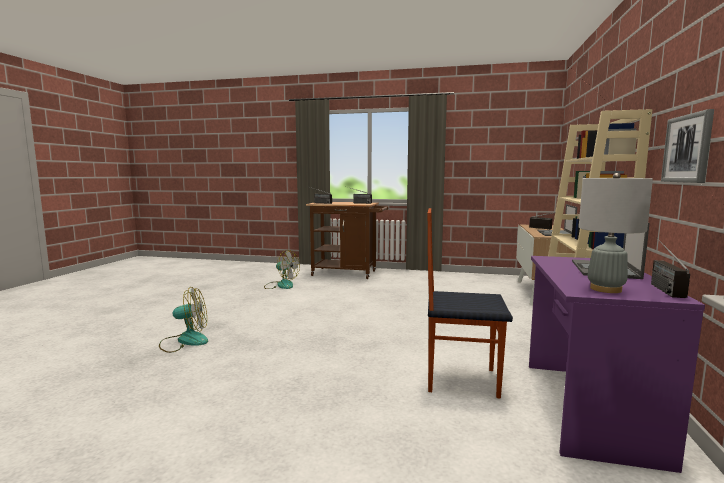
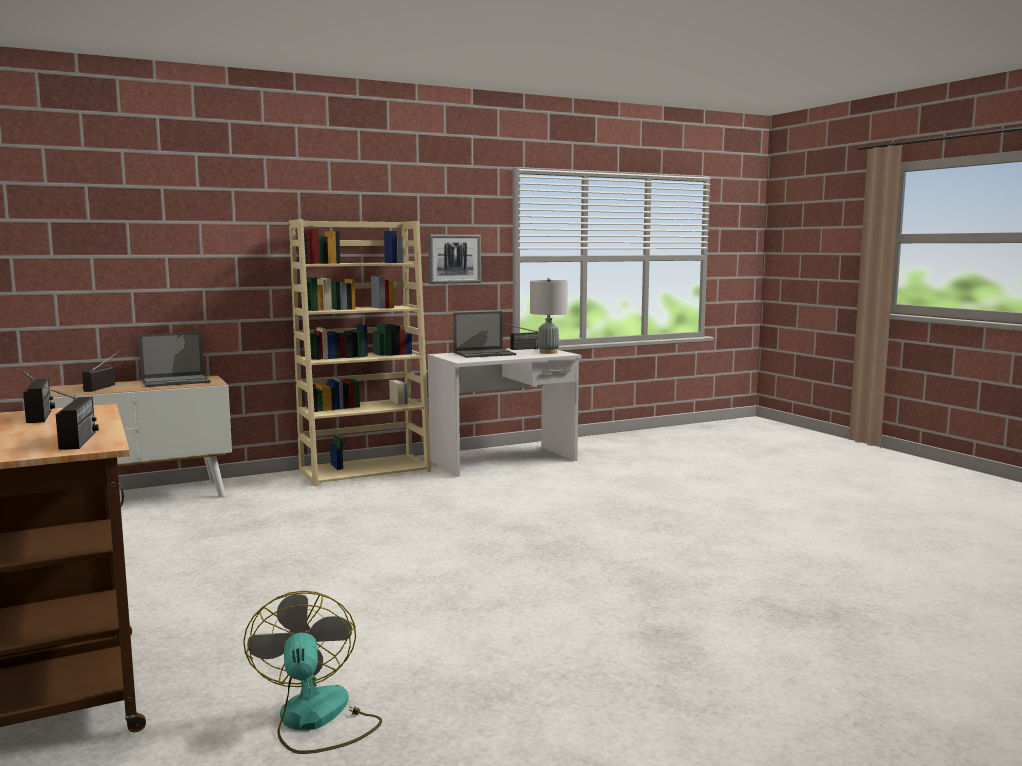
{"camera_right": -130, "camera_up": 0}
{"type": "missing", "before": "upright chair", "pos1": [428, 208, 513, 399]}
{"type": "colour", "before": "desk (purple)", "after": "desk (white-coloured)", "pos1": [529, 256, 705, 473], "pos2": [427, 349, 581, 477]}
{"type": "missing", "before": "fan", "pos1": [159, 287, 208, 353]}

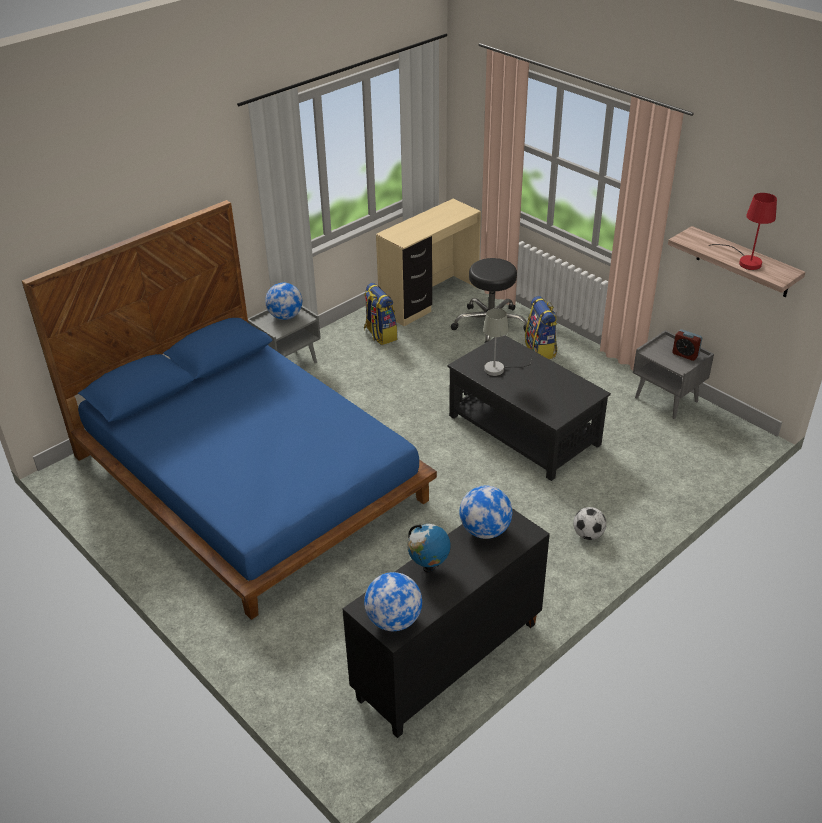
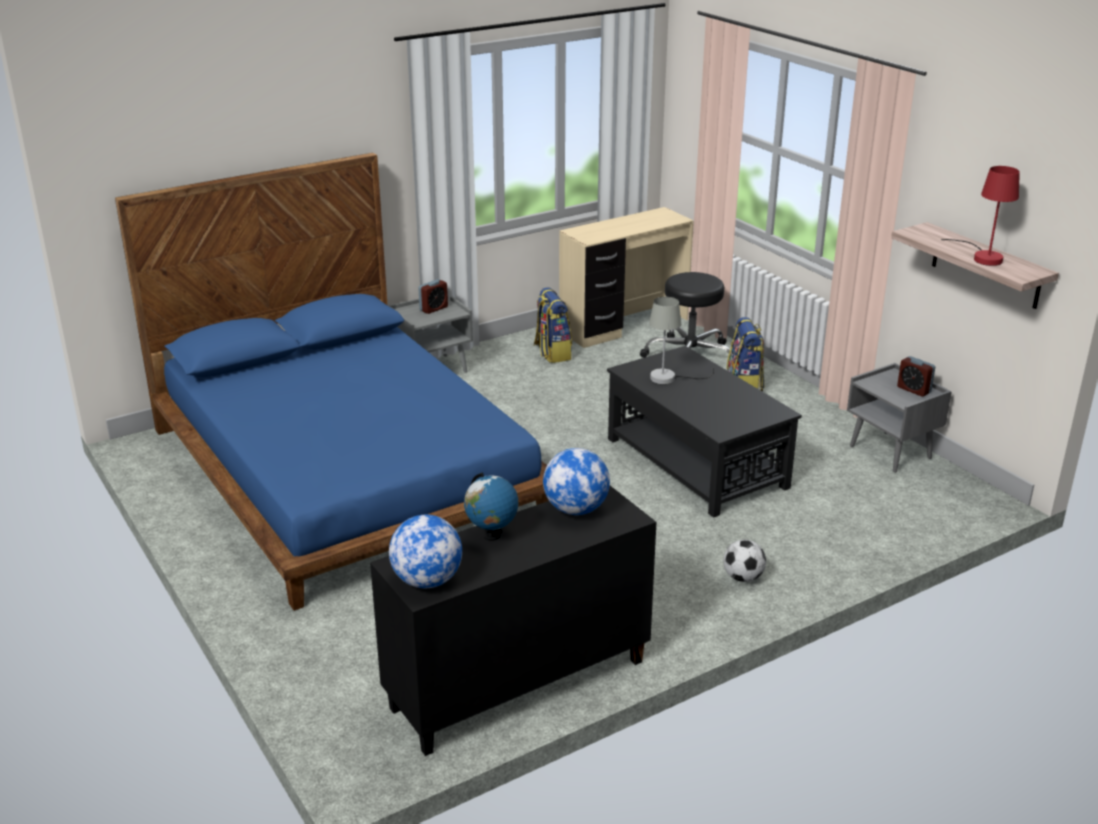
{"camera_right": 10, "camera_up": -10}
{"type": "exchanged", "before": "desk globe", "after": "table clock", "pos1": [265, 283, 302, 320], "pos2": [418, 279, 448, 314]}

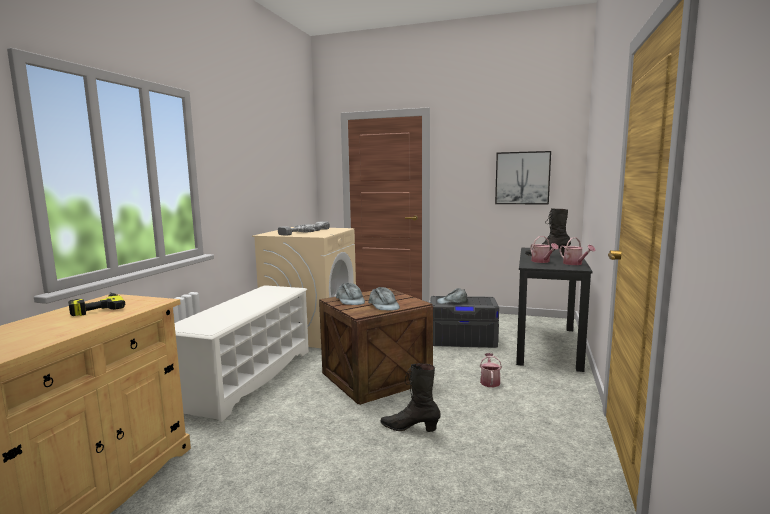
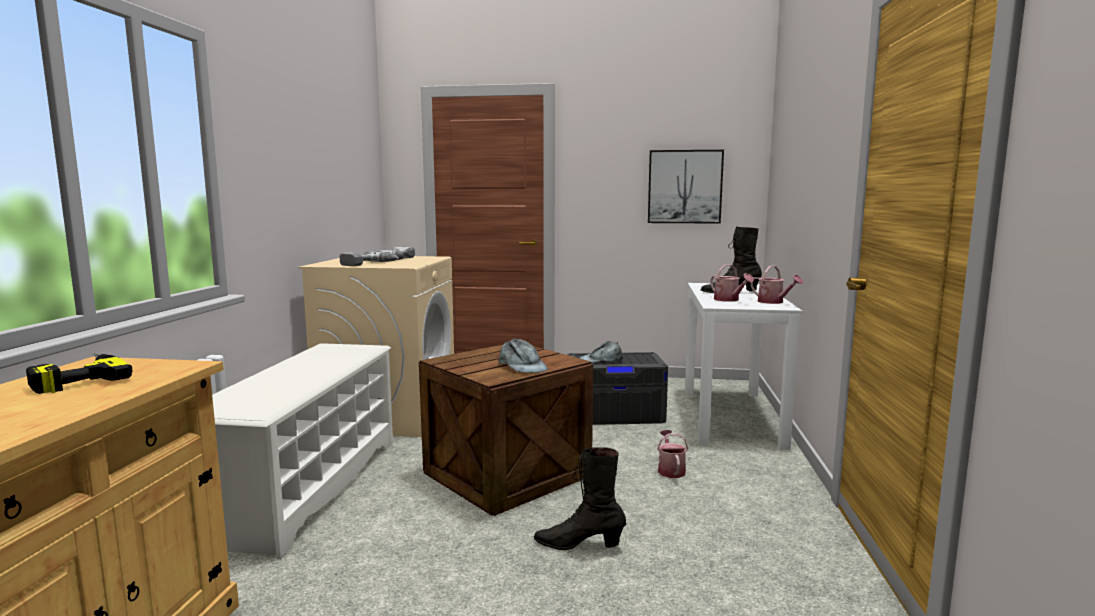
{"camera_right": -10, "camera_up": 0}
{"type": "colour", "before": "desk (black-coloured)", "after": "desk (white-coloured)", "pos1": [516, 248, 593, 372], "pos2": [685, 283, 802, 450]}
{"type": "missing", "before": "peaked cap (grey)", "pos1": [336, 283, 365, 305]}

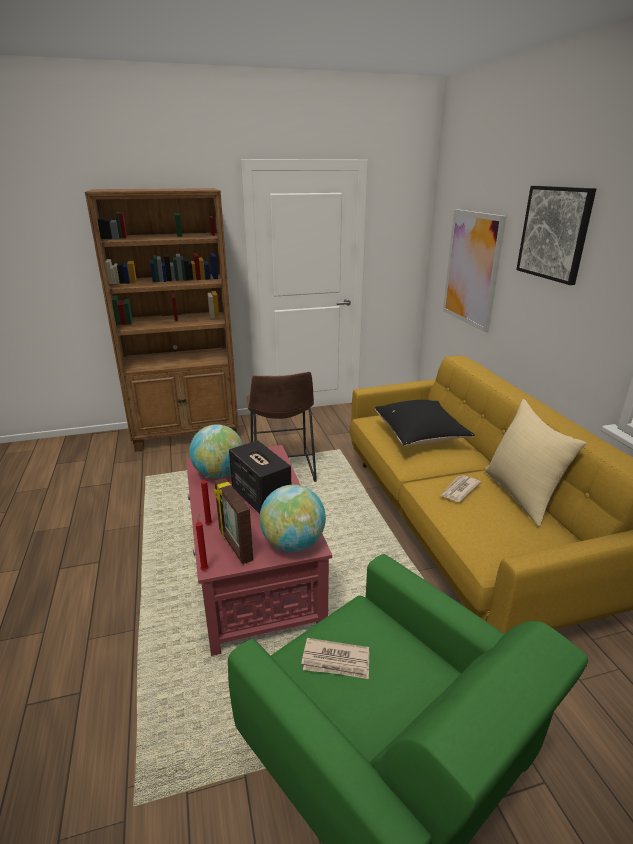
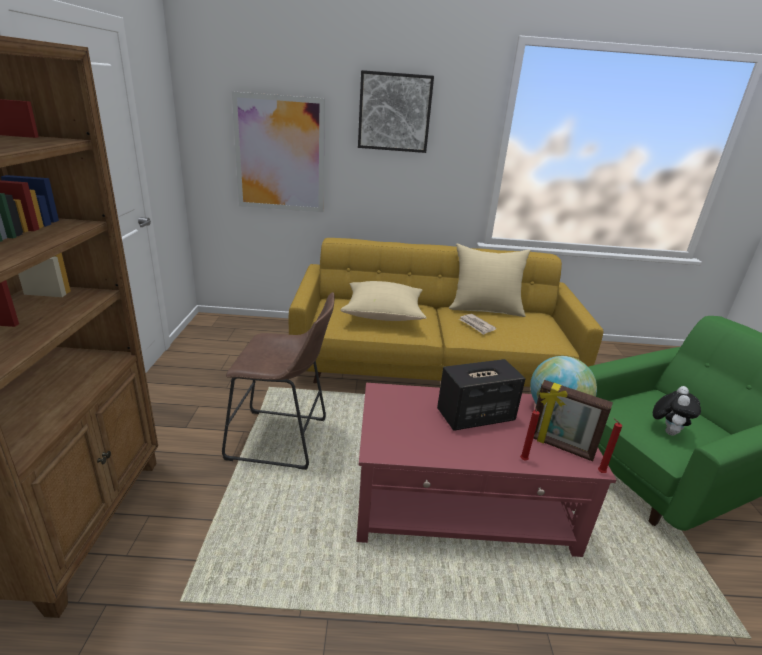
{"camera_right": -75, "camera_up": 0}
{"type": "colour", "before": "pillow (black-coloured)", "after": "pillow (beige-coloured)", "pos1": [375, 400, 475, 446], "pos2": [340, 281, 427, 321]}
{"type": "missing", "before": "desk globe", "pos1": [189, 424, 243, 478]}
{"type": "spun", "before": "photo frame", "pos1": [213, 478, 253, 564], "pos2": [533, 380, 613, 462], "turn": 45}
{"type": "exchanged", "before": "daily paper", "after": "plush toy", "pos1": [301, 638, 370, 679], "pos2": [653, 386, 701, 436]}

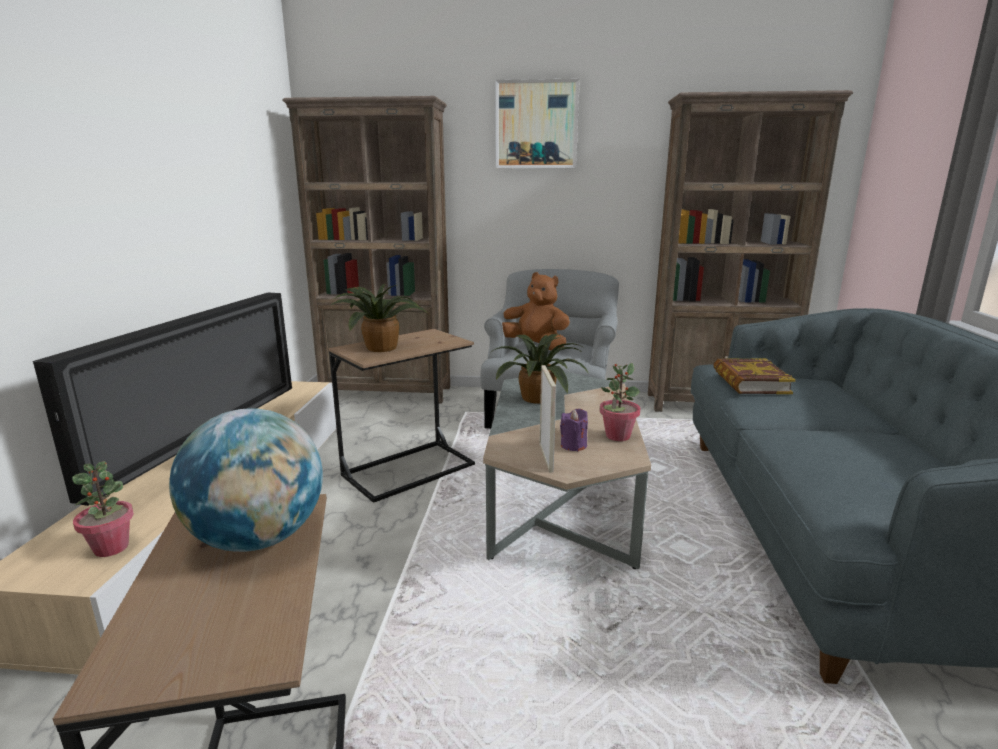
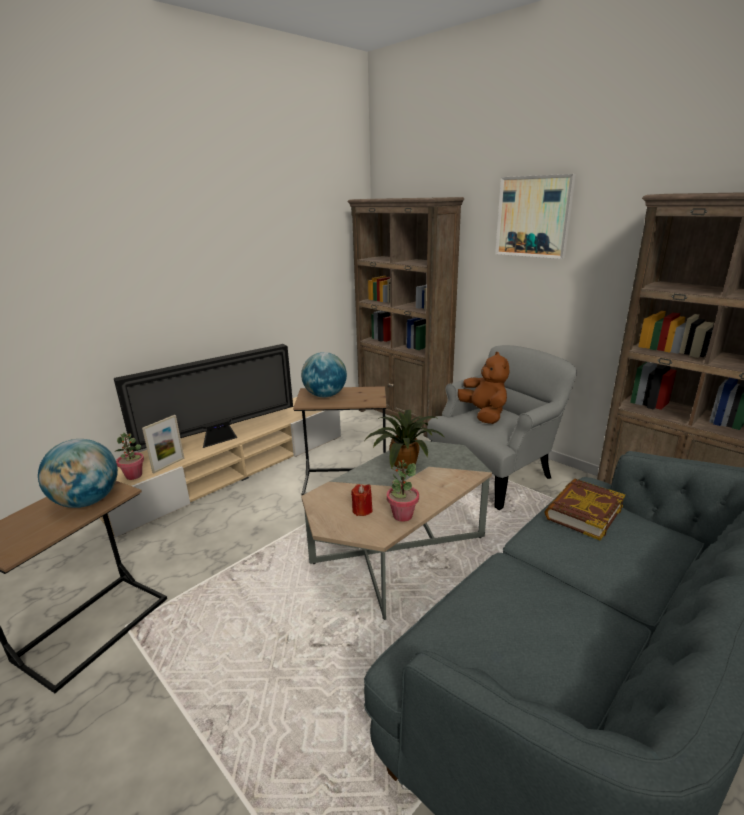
{"camera_right": 40, "camera_up": 5}
{"type": "exchanged", "before": "plant in a pot", "after": "desk globe", "pos1": [329, 284, 427, 352], "pos2": [301, 352, 347, 398]}
{"type": "relocated", "before": "photo frame", "pos1": [539, 365, 556, 473], "pos2": [142, 415, 184, 473]}
{"type": "colour", "before": "wax candle (purple)", "after": "wax candle (red-coloured)", "pos1": [560, 409, 588, 451], "pos2": [351, 484, 372, 516]}

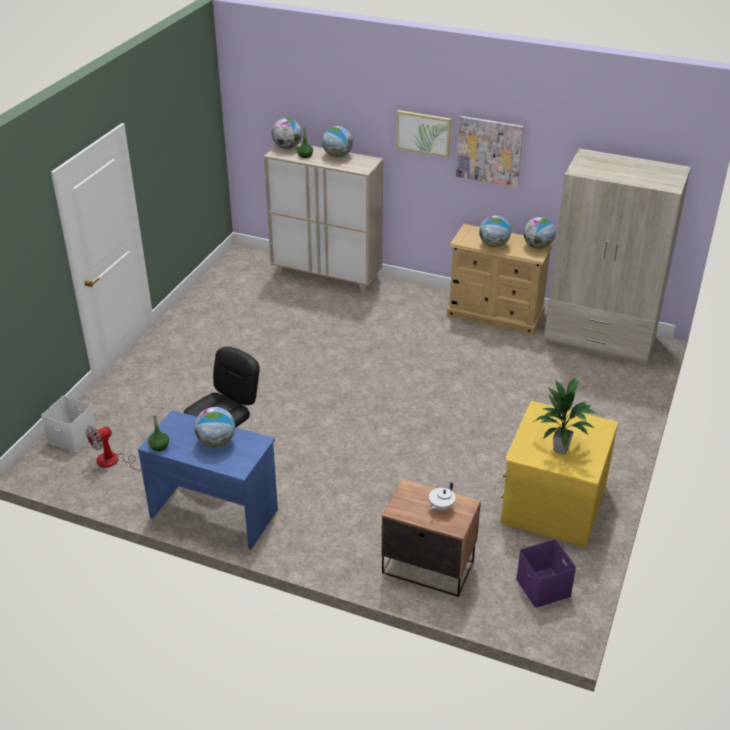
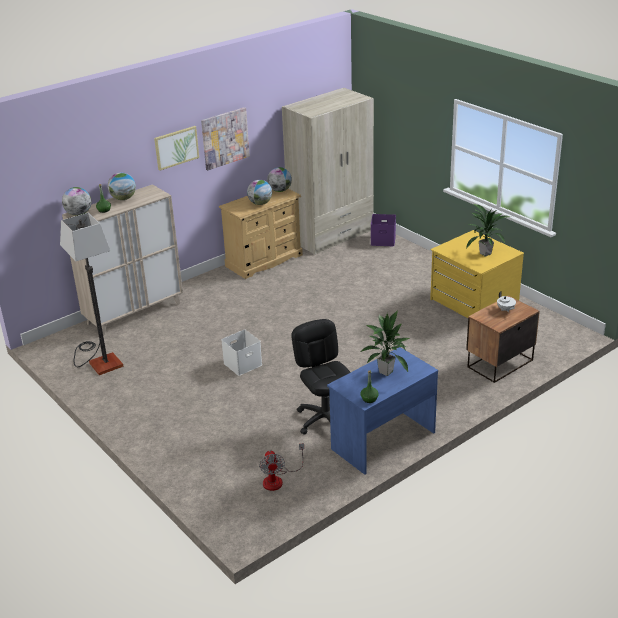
{"camera_right": -60, "camera_up": -5}
{"type": "relocated", "before": "storage box (white-coloured)", "pos1": [41, 396, 96, 452], "pos2": [221, 329, 262, 376]}
{"type": "exchanged", "before": "desk globe", "after": "plant in a pot", "pos1": [194, 407, 235, 447], "pos2": [360, 310, 410, 376]}
{"type": "relocated", "before": "storage box (purple)", "pos1": [516, 539, 576, 608], "pos2": [371, 214, 396, 246]}
{"type": "appeared", "after": "standing lamp", "pos2": [60, 213, 123, 375]}

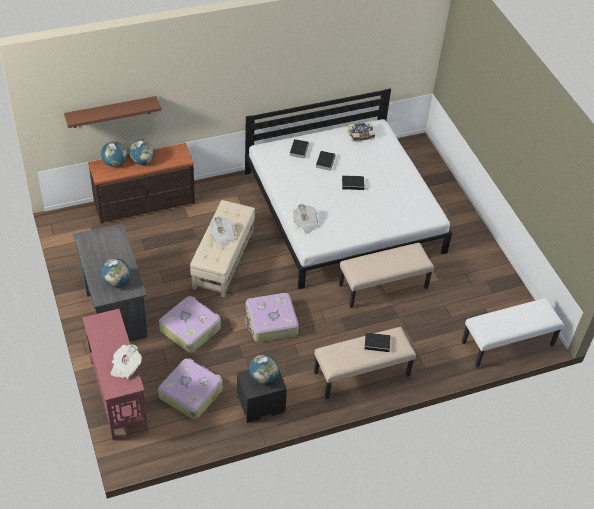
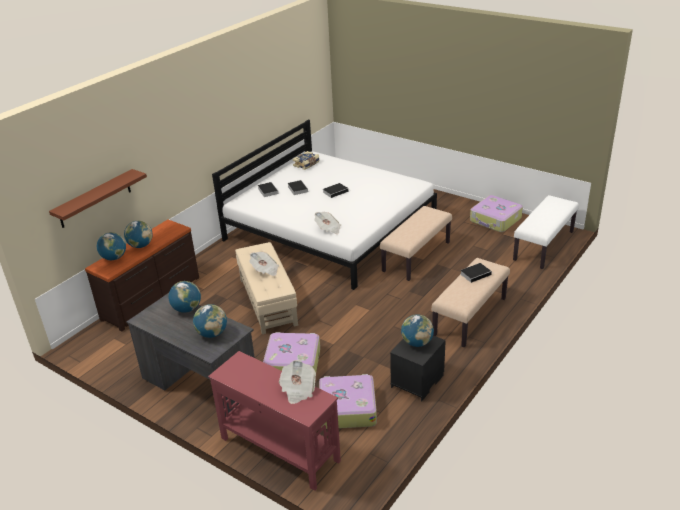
{"camera_right": -30, "camera_up": -15}
{"type": "relocated", "before": "travel case", "pos1": [245, 293, 299, 342], "pos2": [470, 195, 523, 232]}
{"type": "appeared", "after": "desk globe", "pos2": [168, 281, 201, 313]}

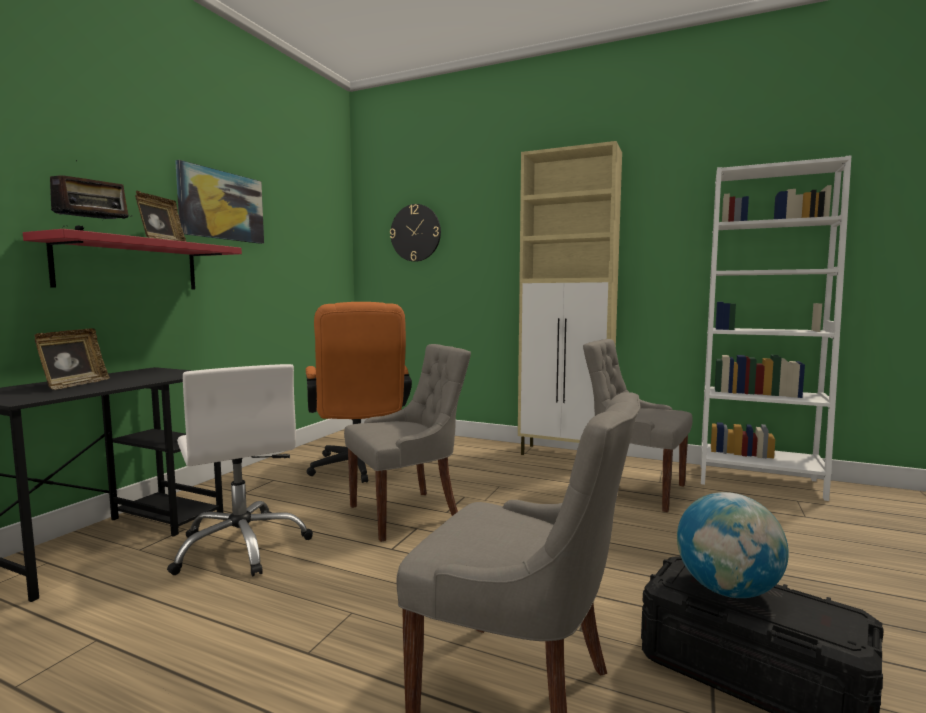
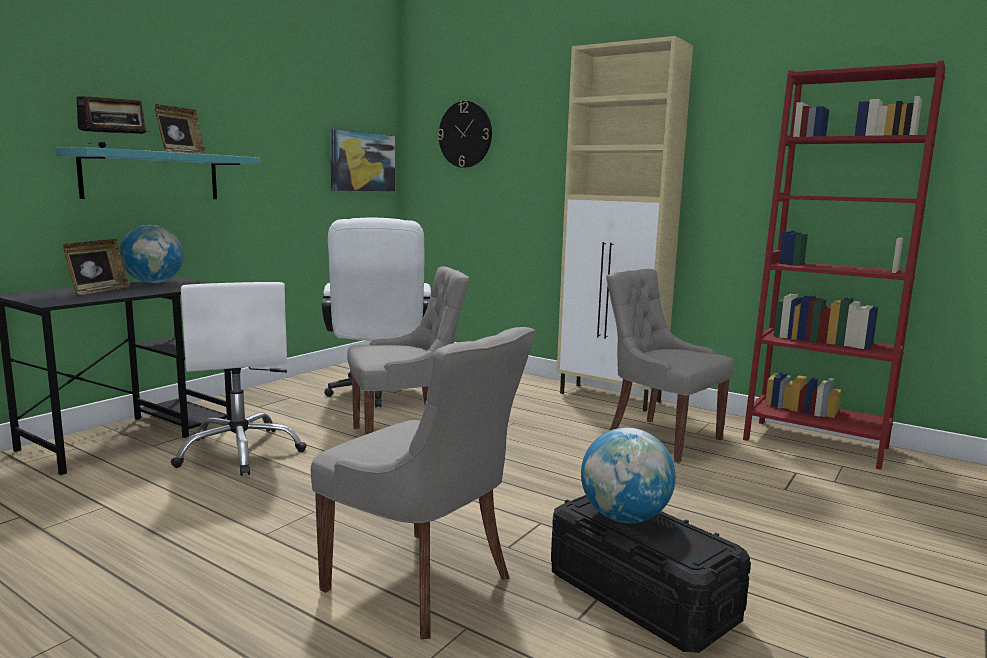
{"camera_right": 10, "camera_up": 5}
{"type": "colour", "before": "bookshelf (white-coloured)", "after": "bookshelf (red-coloured)", "pos1": [700, 155, 851, 501], "pos2": [743, 60, 945, 470]}
{"type": "relocated", "before": "wall picture", "pos1": [175, 160, 264, 244], "pos2": [330, 129, 395, 192]}
{"type": "colour", "before": "wall shelf (red-coloured)", "after": "wall shelf (blue-green)", "pos1": [23, 229, 242, 289], "pos2": [55, 147, 260, 199]}
{"type": "colour", "before": "office chair (orange)", "after": "office chair (white-coloured)", "pos1": [306, 302, 412, 483], "pos2": [322, 218, 431, 407]}
{"type": "appeared", "after": "desk globe", "pos2": [119, 225, 183, 283]}

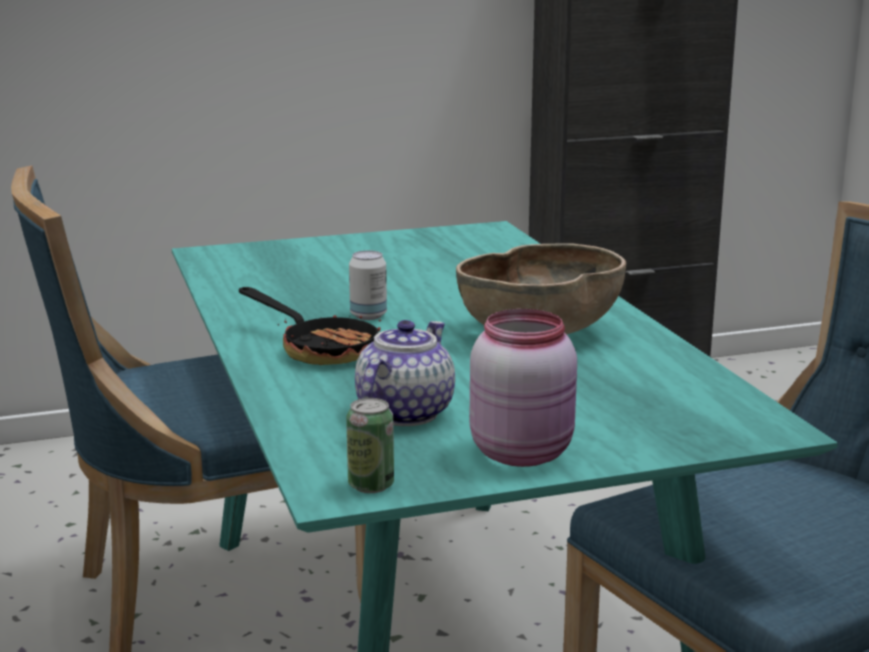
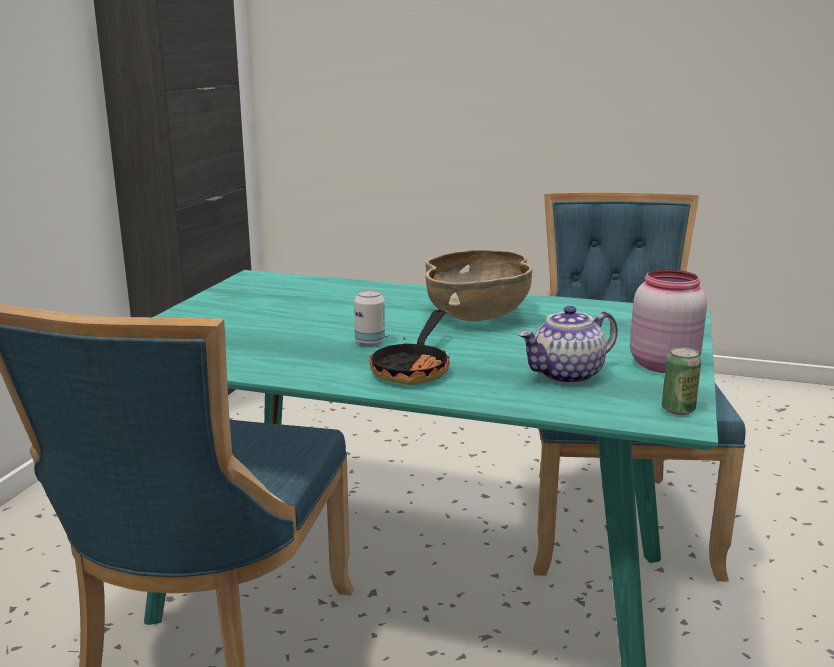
{"camera_right": -55, "camera_up": 0}
{"type": "spun", "before": "pan", "pos1": [239, 287, 381, 365], "pos2": [369, 310, 450, 385], "turn": 120}
{"type": "spun", "before": "tea pot", "pos1": [355, 320, 455, 426], "pos2": [518, 306, 618, 384], "turn": -90}

